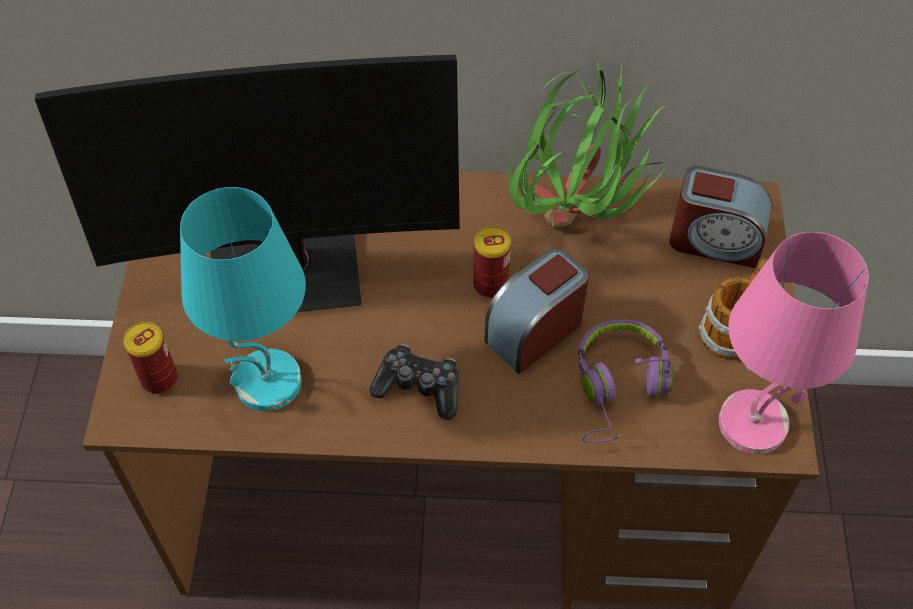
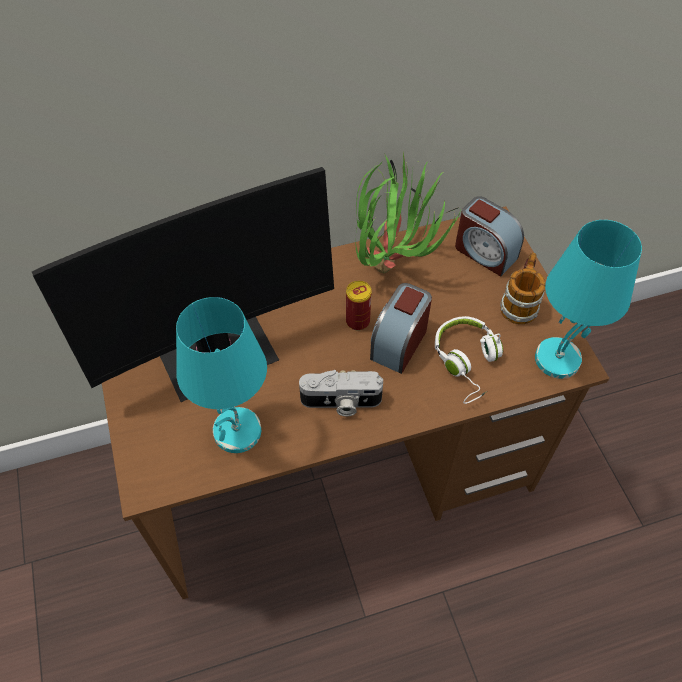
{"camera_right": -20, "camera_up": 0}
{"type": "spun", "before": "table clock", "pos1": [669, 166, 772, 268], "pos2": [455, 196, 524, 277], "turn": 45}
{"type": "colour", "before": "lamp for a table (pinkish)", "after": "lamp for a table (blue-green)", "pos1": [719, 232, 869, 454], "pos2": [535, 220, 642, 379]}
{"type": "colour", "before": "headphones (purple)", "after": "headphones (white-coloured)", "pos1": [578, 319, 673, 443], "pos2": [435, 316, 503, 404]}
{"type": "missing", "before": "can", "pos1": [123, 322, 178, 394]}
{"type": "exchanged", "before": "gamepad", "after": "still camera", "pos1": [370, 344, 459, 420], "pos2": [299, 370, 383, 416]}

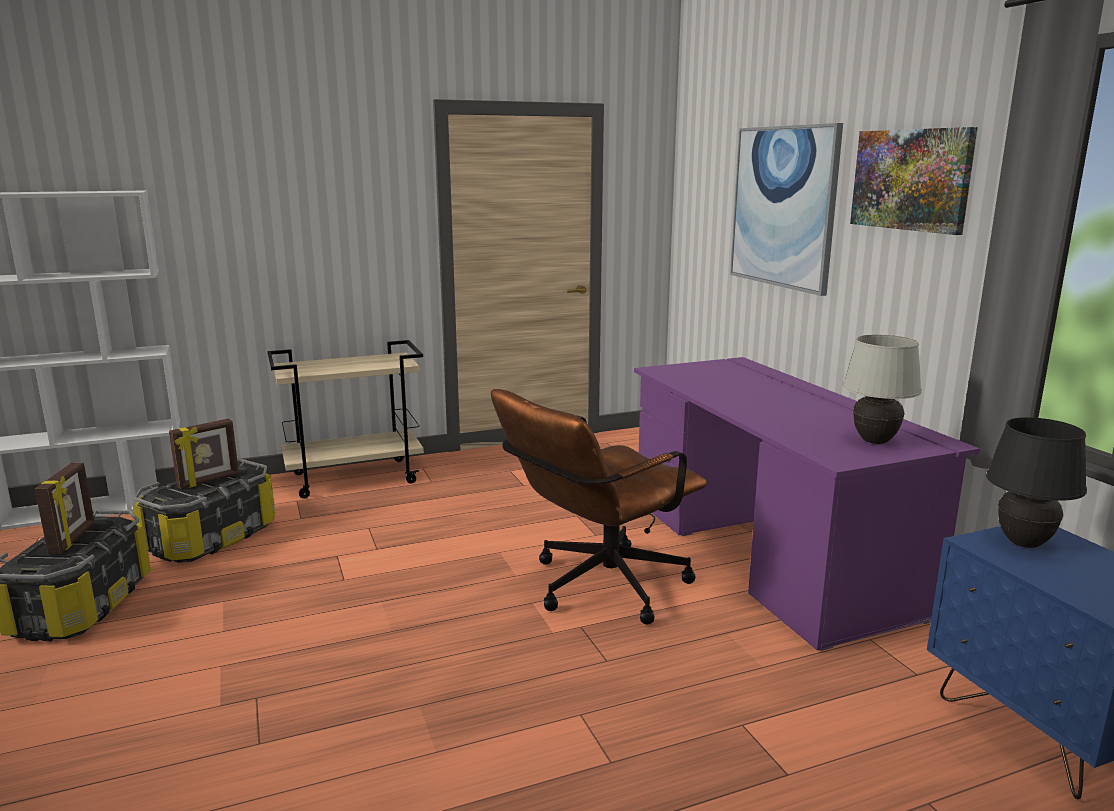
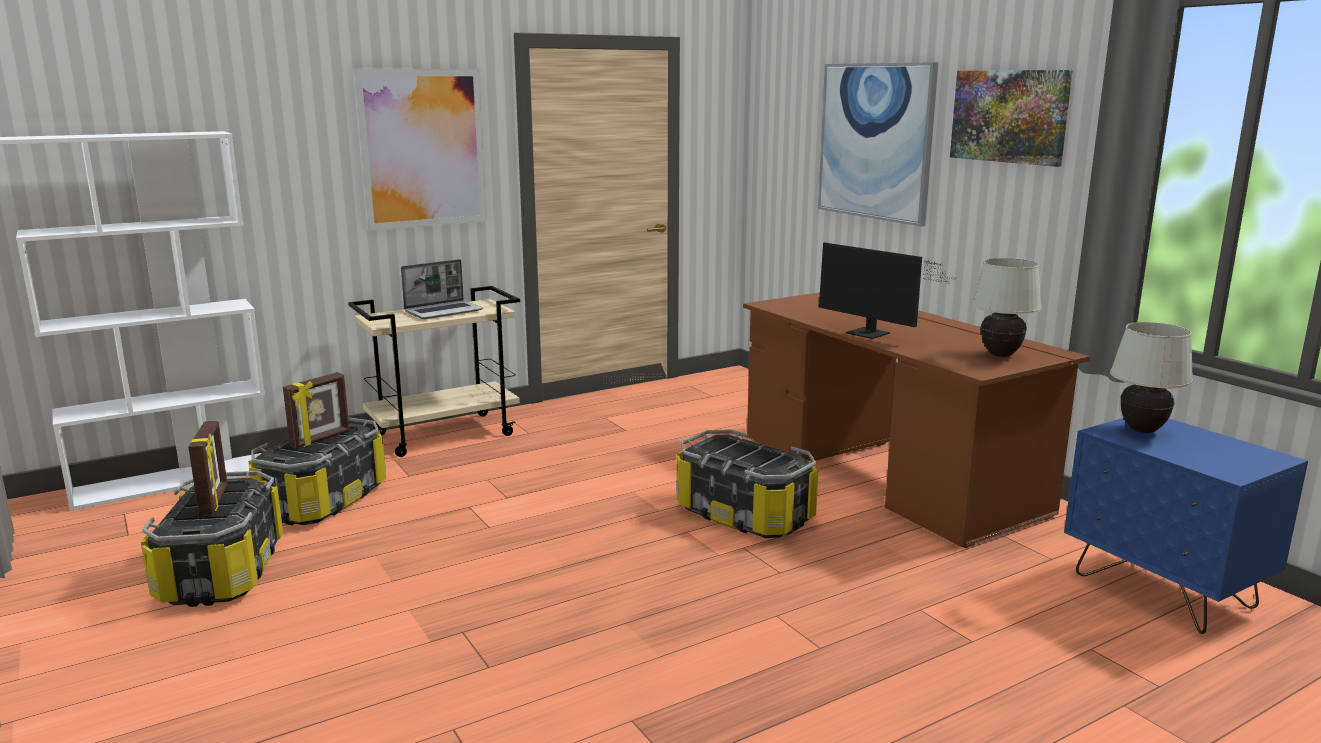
{"camera_right": -10, "camera_up": 0}
{"type": "colour", "before": "desk (purple)", "after": "desk (brownish)", "pos1": [634, 357, 980, 651], "pos2": [743, 292, 1090, 548]}
{"type": "exchanged", "before": "office chair (brownish)", "after": "storage box", "pos1": [491, 389, 707, 625], "pos2": [676, 430, 818, 538]}
{"type": "colour", "before": "lamp for a table (black-coloured)", "after": "lamp for a table (white-coloured)", "pos1": [986, 417, 1087, 548], "pos2": [1110, 322, 1193, 433]}
{"type": "appeared", "after": "wall picture", "pos2": [353, 69, 487, 231]}
{"type": "appeared", "after": "computer screen", "pos2": [819, 242, 954, 339]}
{"type": "appeared", "after": "laptop", "pos2": [401, 259, 483, 319]}

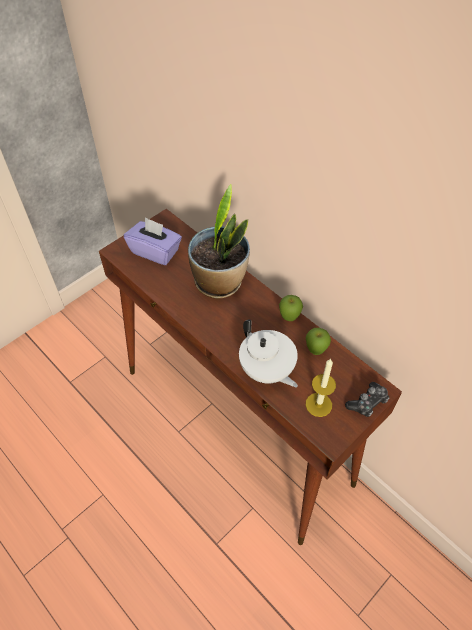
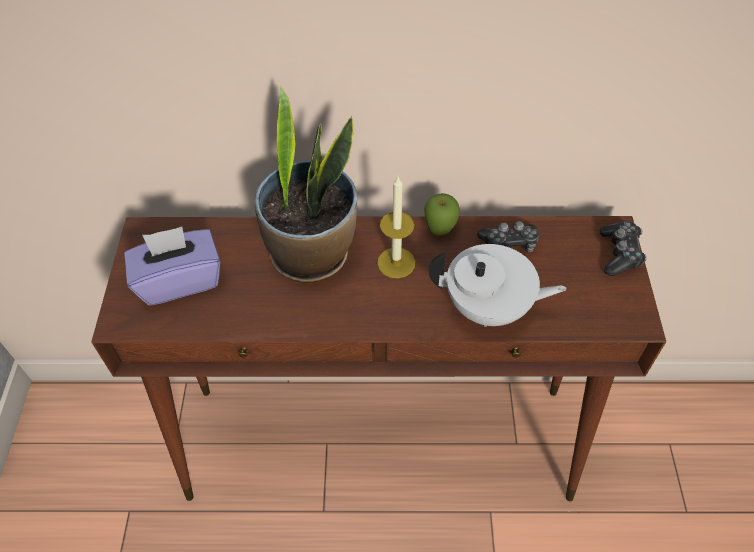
{"camera_right": -45, "camera_up": 0}
{"type": "exchanged", "before": "apple", "after": "gamepad", "pos1": [306, 328, 331, 355], "pos2": [477, 221, 539, 253]}
{"type": "relocated", "before": "wax candle", "pos1": [306, 358, 336, 417], "pos2": [377, 176, 415, 278]}

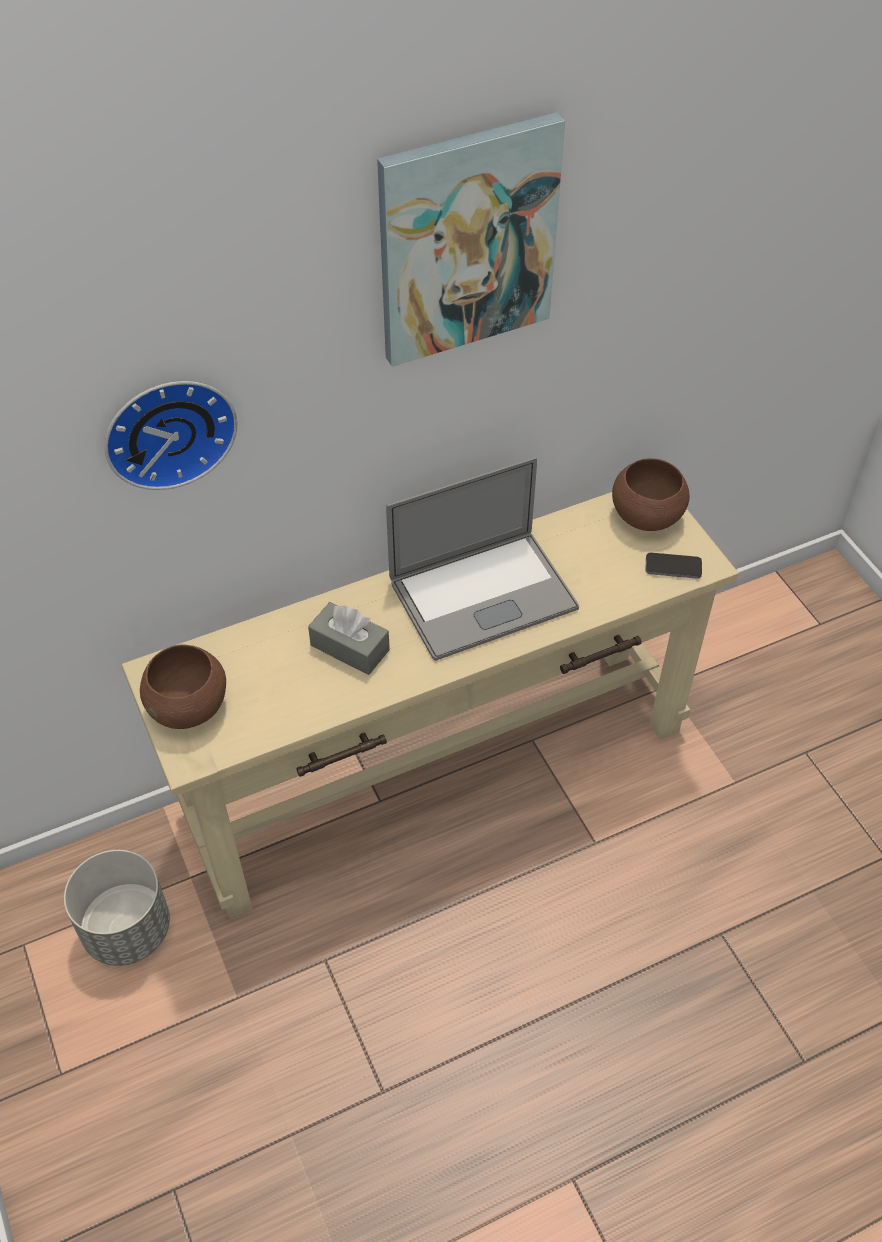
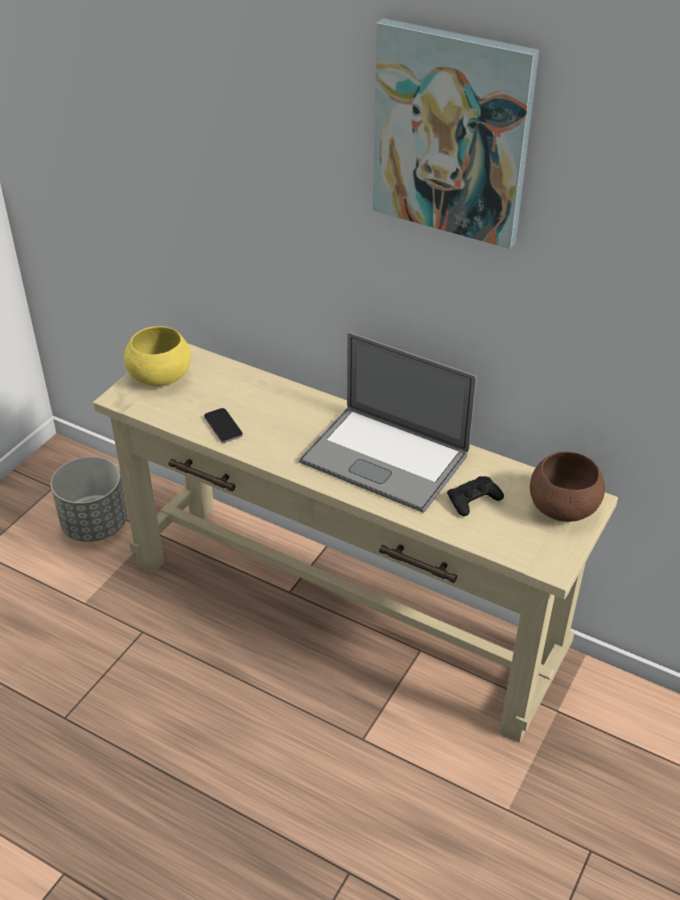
{"camera_right": 55, "camera_up": -10}
{"type": "missing", "before": "hanging clock", "pos1": [104, 381, 238, 490]}
{"type": "relocated", "before": "handset", "pos1": [646, 553, 702, 579], "pos2": [204, 408, 243, 443]}
{"type": "missing", "before": "tissue box (grey)", "pos1": [308, 602, 390, 675]}
{"type": "colour", "before": "serving bowl (brownish)", "after": "serving bowl (yellowish)", "pos1": [140, 644, 226, 729], "pos2": [124, 326, 191, 386]}
{"type": "appeared", "after": "gamepad (black-coloured)", "pos2": [447, 476, 504, 516]}

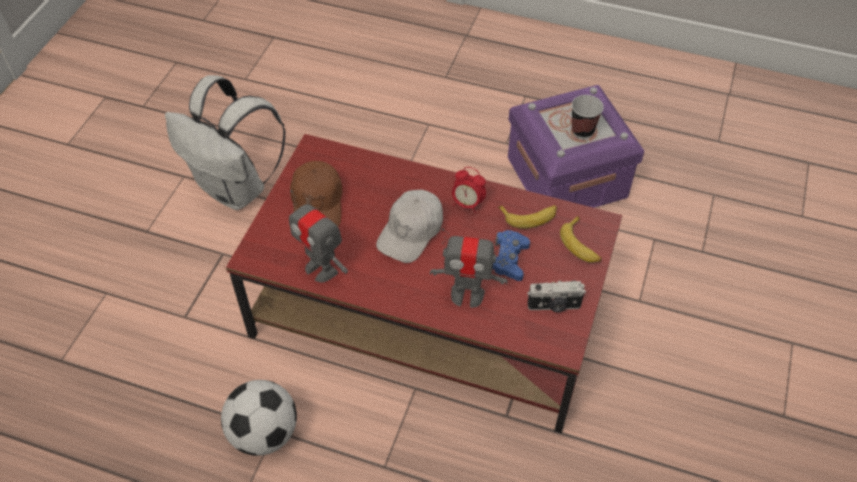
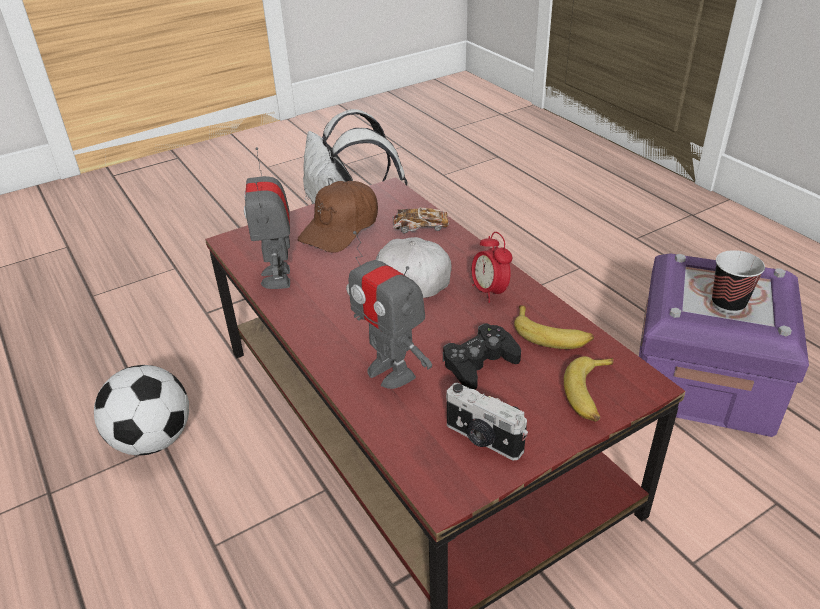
{"camera_right": 40, "camera_up": -15}
{"type": "colour", "before": "gamepad (blue-coloured)", "after": "gamepad (black-coloured)", "pos1": [492, 230, 530, 281], "pos2": [443, 323, 521, 390]}
{"type": "appeared", "after": "model car", "pos2": [392, 207, 449, 233]}

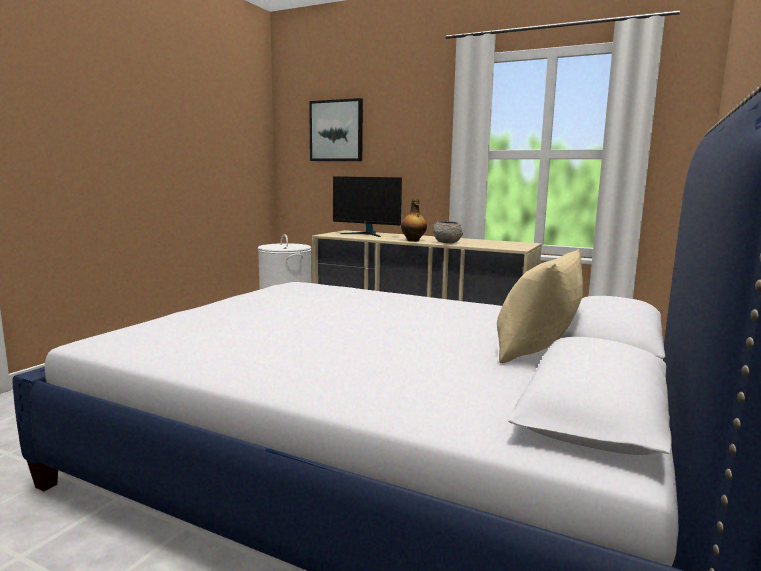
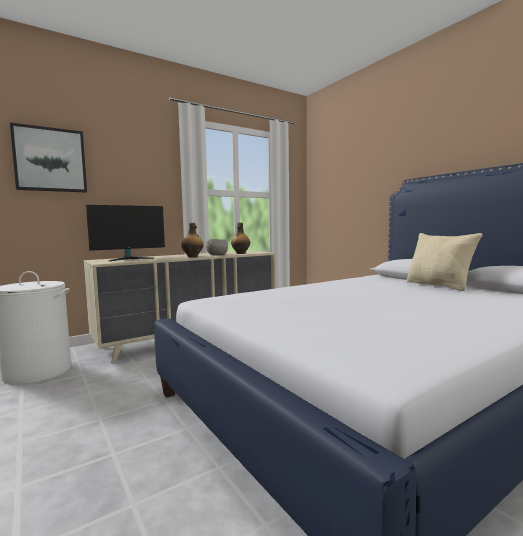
{"camera_right": -60, "camera_up": -5}
{"type": "appeared", "after": "drink bottle", "pos2": [231, 223, 250, 254]}

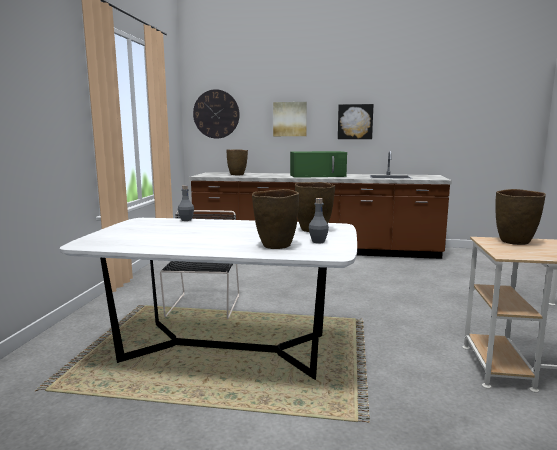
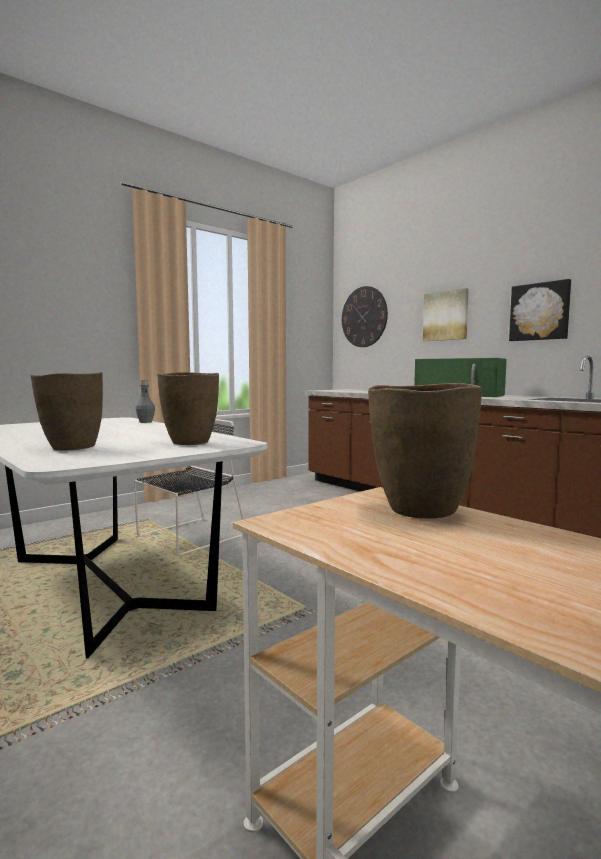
{"camera_right": 40, "camera_up": -5}
{"type": "missing", "before": "decorative vase (brownish)", "pos1": [226, 149, 248, 175]}
{"type": "missing", "before": "drink bottle (grey)", "pos1": [309, 198, 329, 244]}

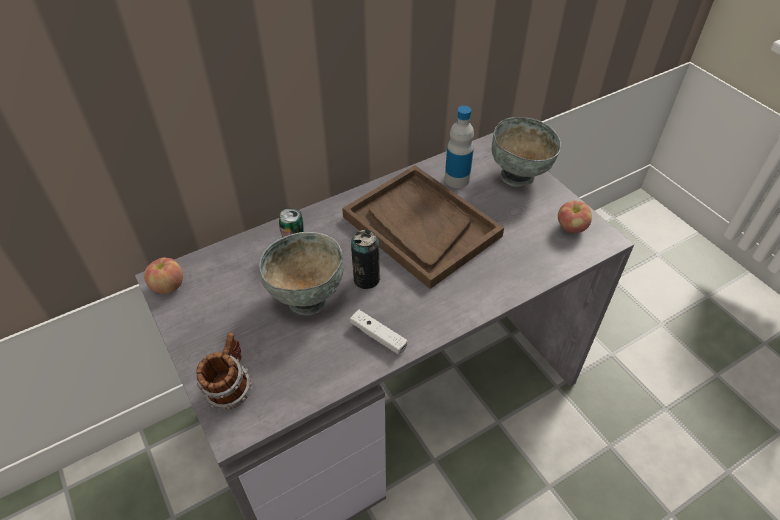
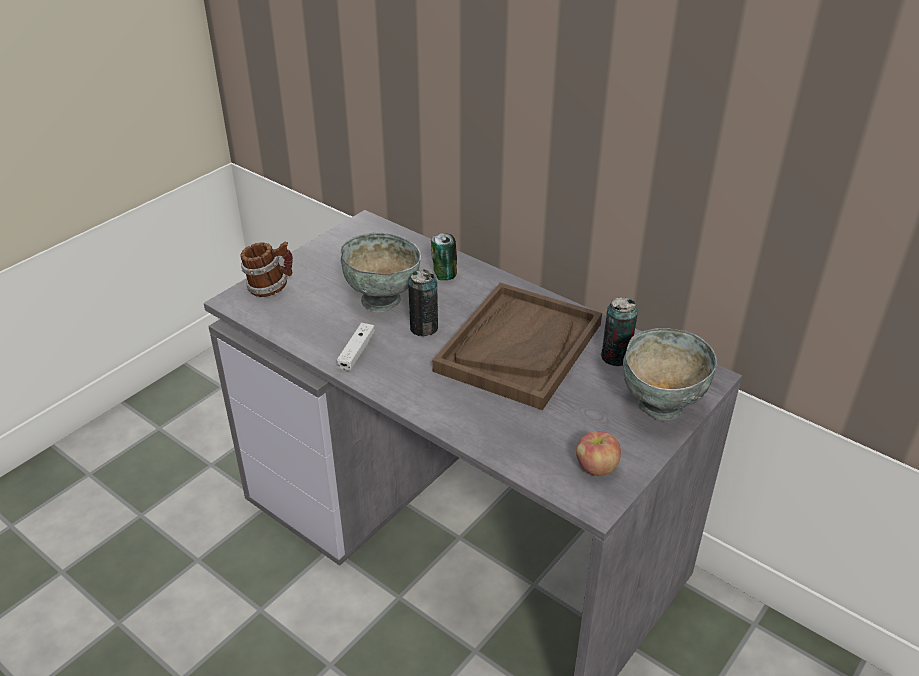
{"camera_right": 70, "camera_up": -10}
{"type": "exchanged", "before": "drink bottle", "after": "can", "pos1": [445, 106, 474, 188], "pos2": [601, 297, 638, 366]}
{"type": "missing", "before": "apple", "pos1": [144, 258, 183, 294]}

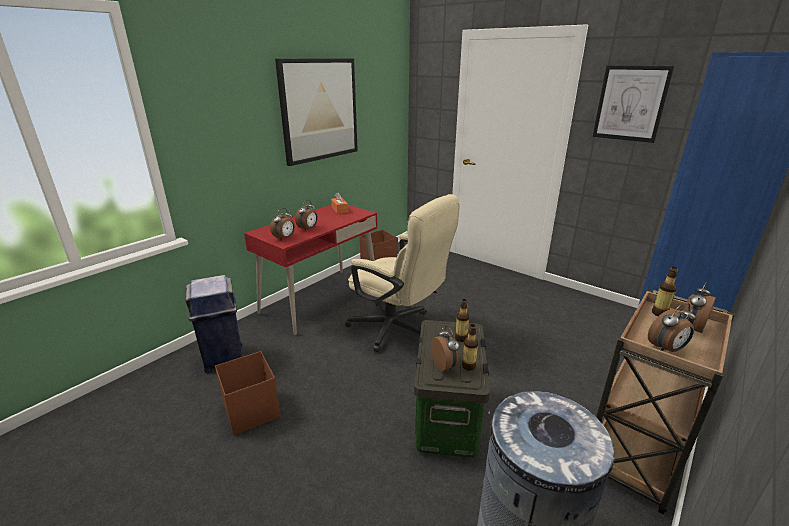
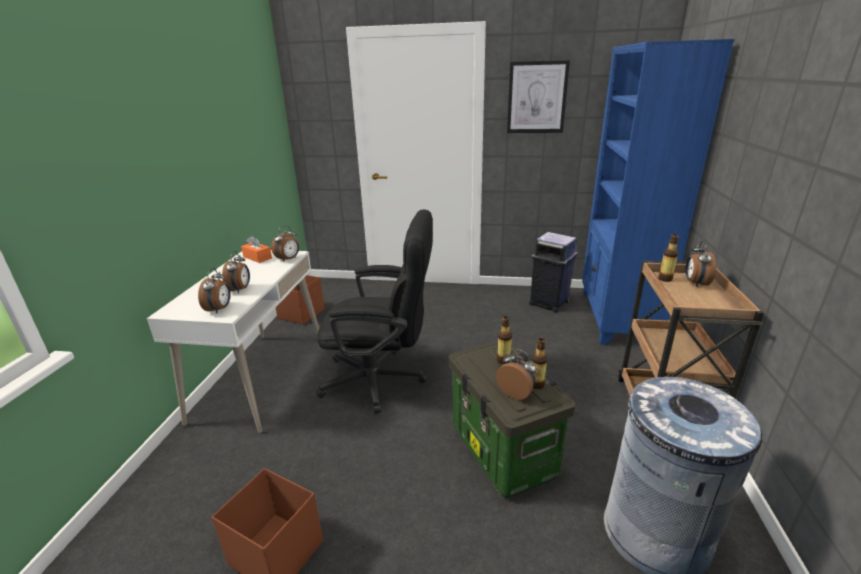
{"camera_right": -30, "camera_up": 0}
{"type": "missing", "before": "wall picture", "pos1": [275, 59, 358, 166]}
{"type": "colour", "before": "office chair (beige-coloured)", "after": "office chair (black-coloured)", "pos1": [345, 194, 460, 352], "pos2": [316, 209, 433, 414]}
{"type": "colour", "before": "desk (red-coloured)", "after": "desk (white-coloured)", "pos1": [244, 204, 377, 335], "pos2": [147, 250, 319, 433]}
{"type": "relocated", "before": "waste bin (blue-coloured)", "pos1": [185, 275, 243, 373], "pos2": [529, 232, 578, 313]}
{"type": "relocated", "before": "table clock", "pos1": [648, 303, 696, 352], "pos2": [271, 226, 299, 262]}

